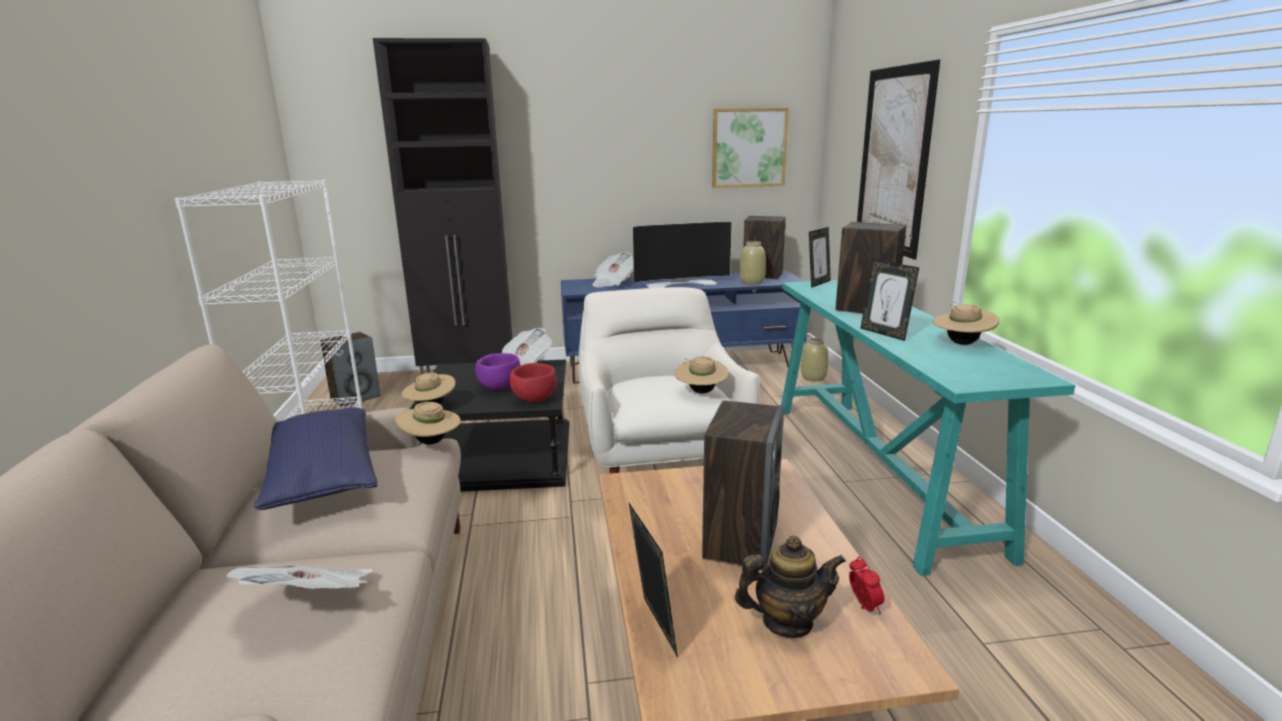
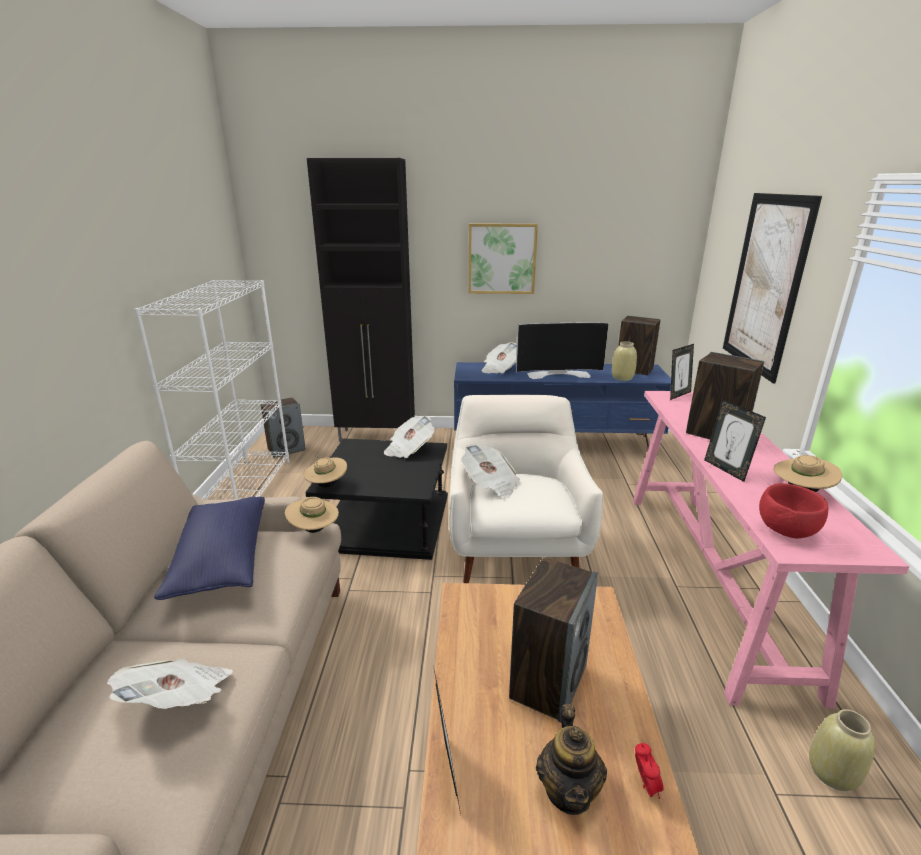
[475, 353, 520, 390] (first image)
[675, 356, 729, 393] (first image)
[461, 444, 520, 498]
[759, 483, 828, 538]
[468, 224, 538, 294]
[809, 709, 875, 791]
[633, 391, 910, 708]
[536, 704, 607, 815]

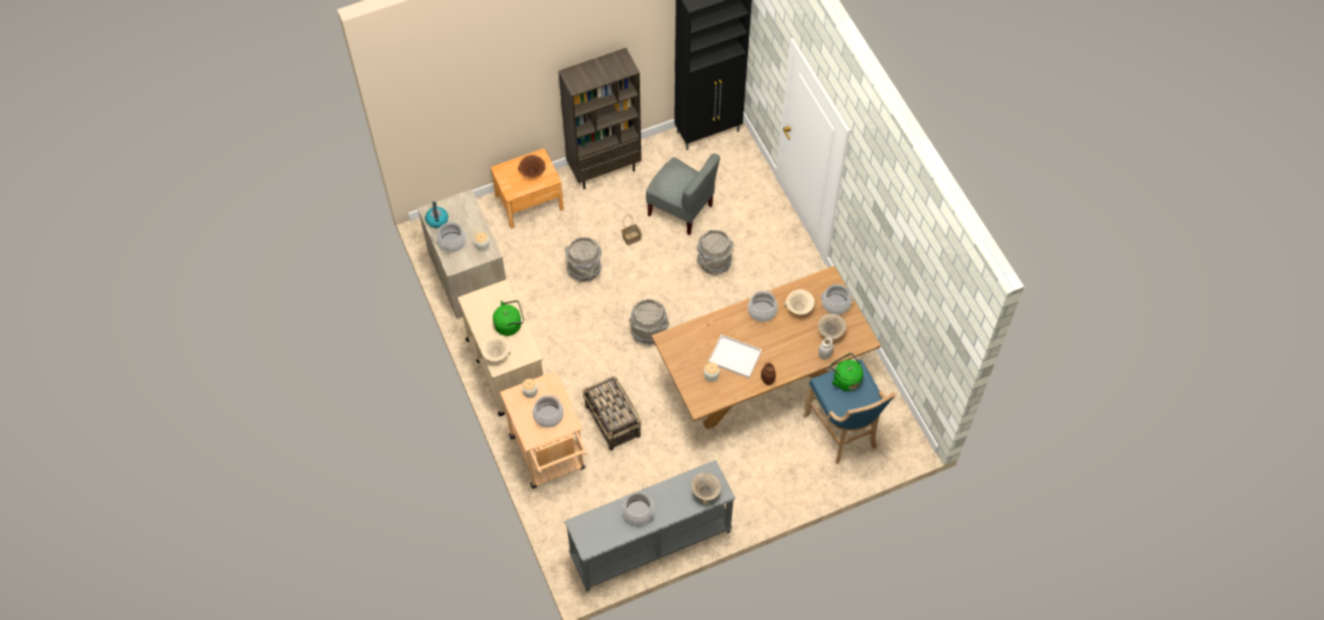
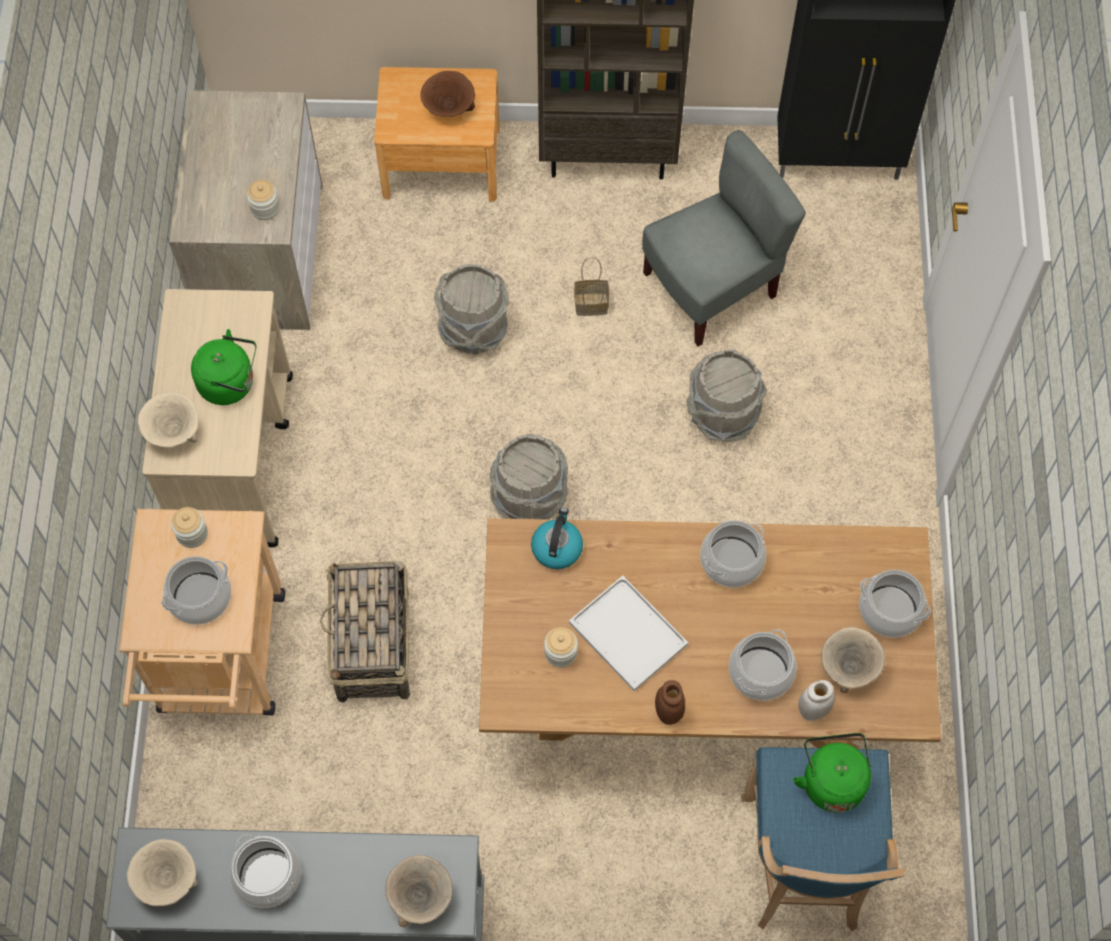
[531, 507, 583, 569]
[729, 629, 797, 701]
[127, 839, 198, 906]
[642, 130, 806, 346]

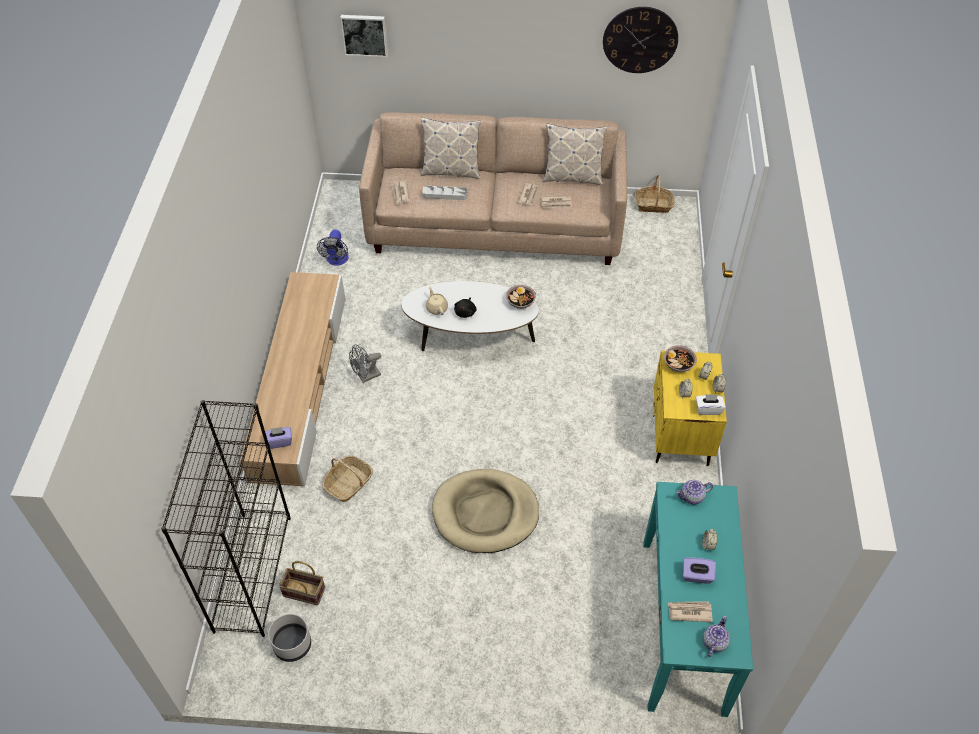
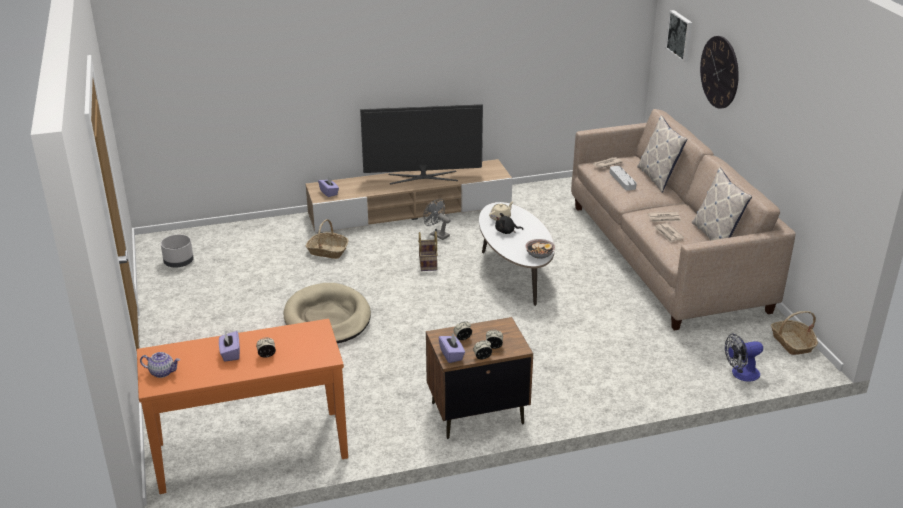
[161, 400, 291, 637] (first image)
[664, 345, 697, 372] (first image)
[668, 601, 713, 622] (first image)
[676, 480, 713, 505] (first image)
[360, 104, 483, 184]
[418, 231, 438, 271]
[725, 334, 763, 382]
[700, 36, 739, 109]
[137, 319, 348, 494]
[426, 317, 533, 439]
[439, 334, 465, 363]

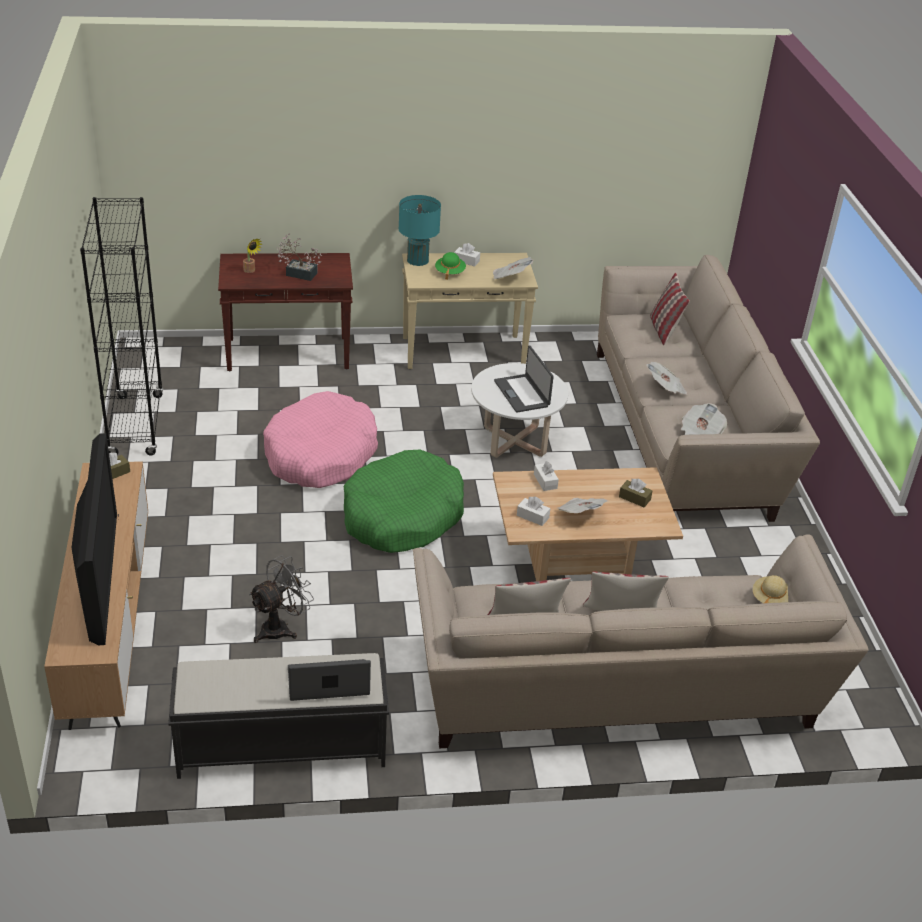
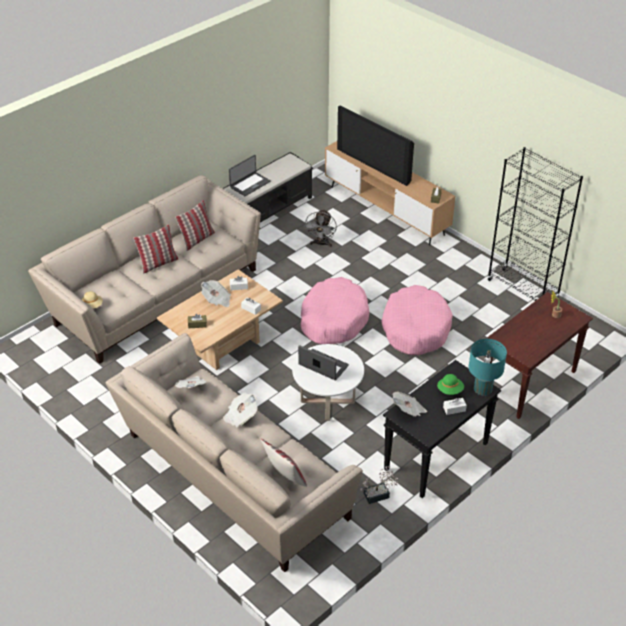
[360, 466, 398, 504]
[301, 277, 370, 344]
[383, 360, 501, 498]

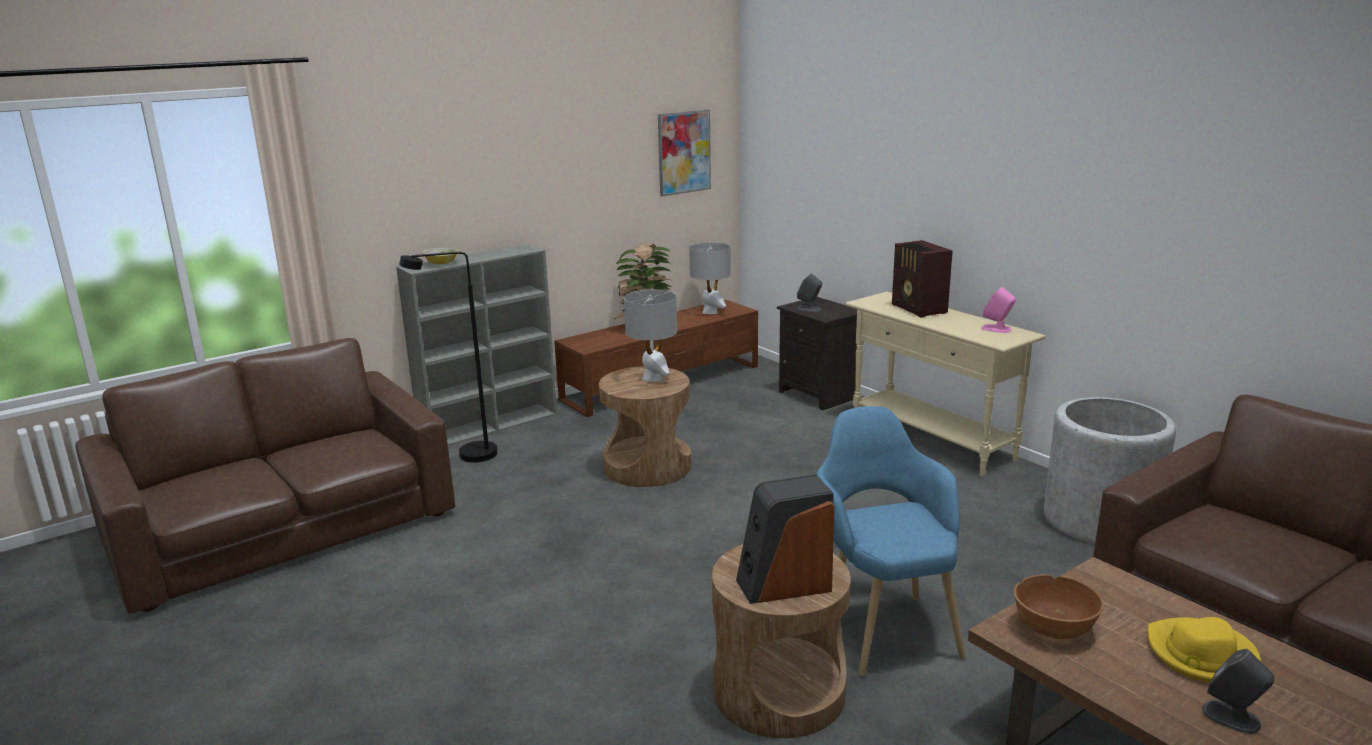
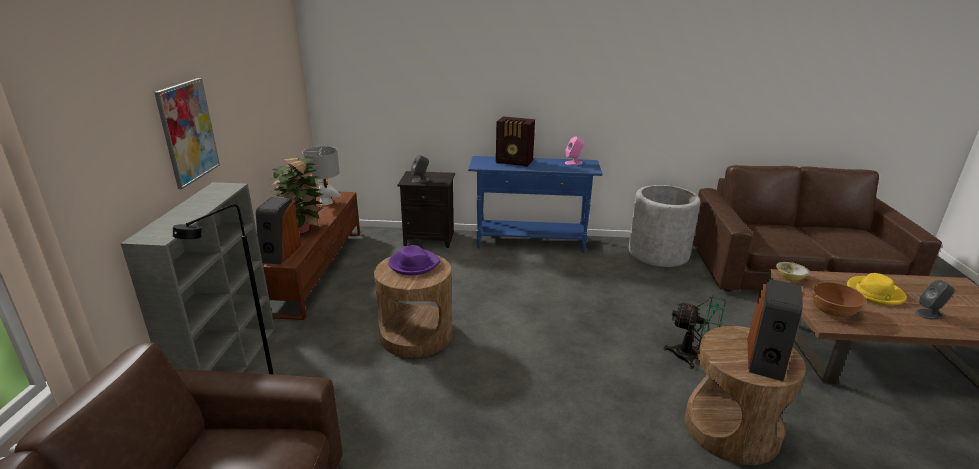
[256, 197, 301, 264]
[776, 262, 810, 280]
[154, 78, 220, 189]
[388, 245, 440, 275]
[664, 295, 726, 369]
[468, 156, 603, 253]

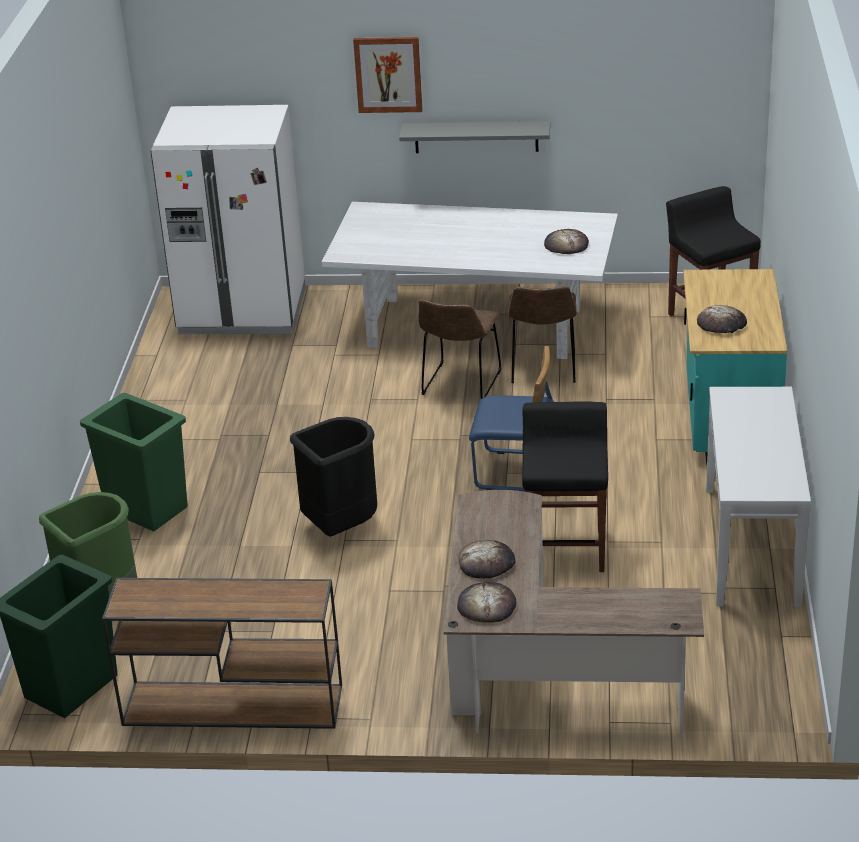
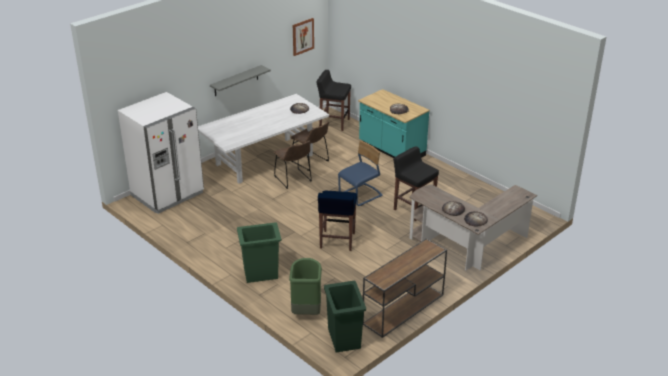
[706, 387, 811, 607] (first image)
[293, 18, 314, 56]
[318, 191, 357, 251]

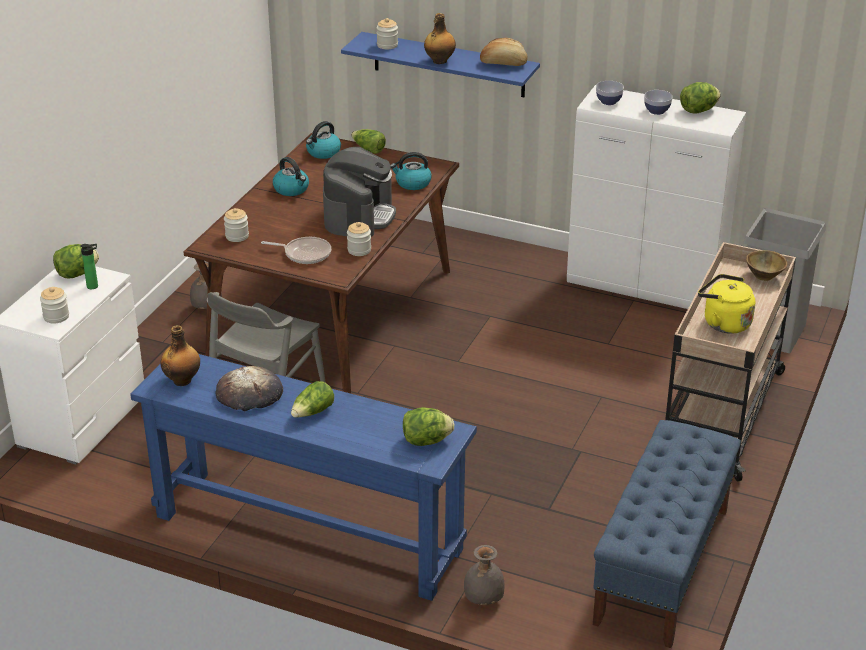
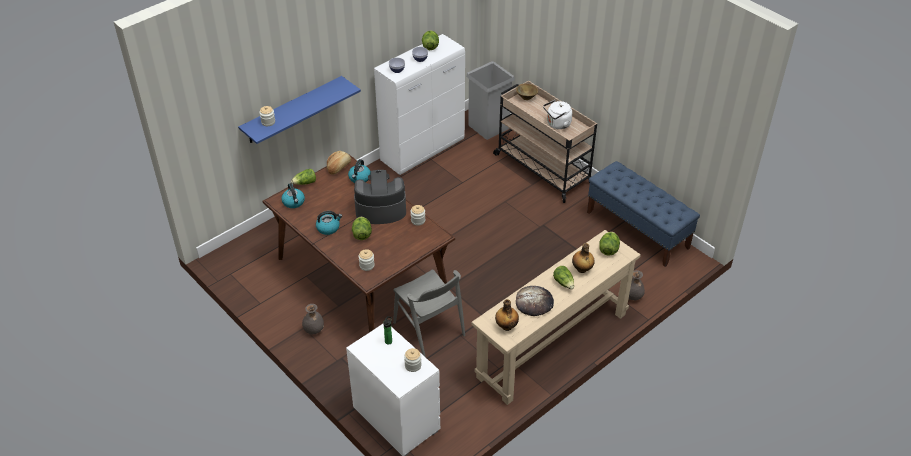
[261, 237, 331, 264] (first image)
[352, 217, 372, 240]
[572, 243, 595, 273]
[327, 151, 351, 175]
[472, 230, 641, 405]
[543, 100, 572, 129]
[354, 170, 406, 224]

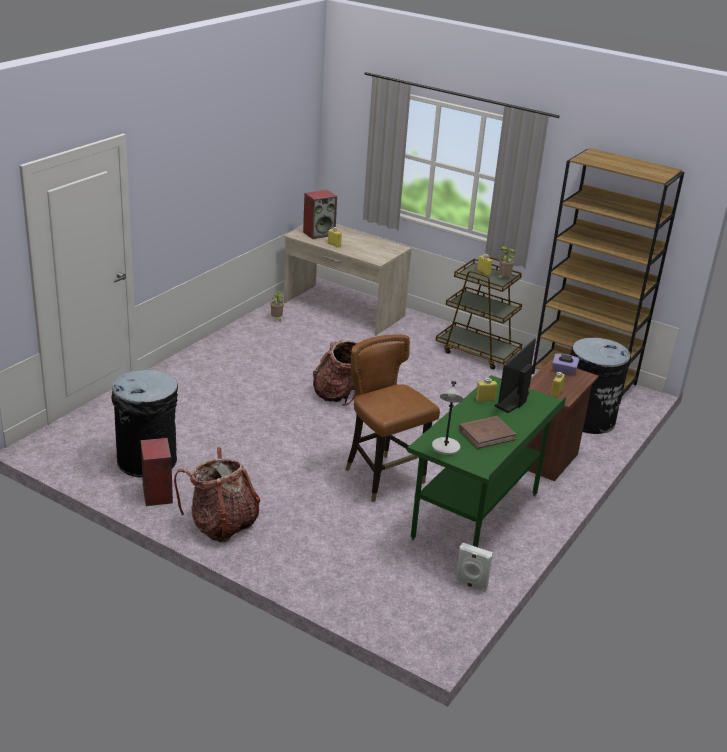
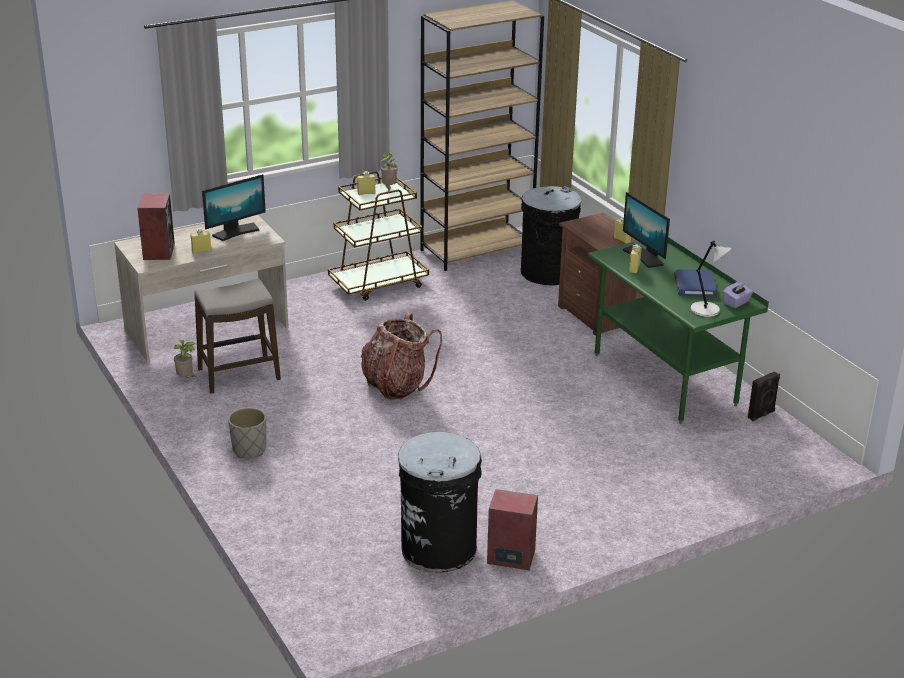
[174, 447, 260, 542] (first image)
[345, 335, 440, 502] (first image)
[194, 279, 281, 394]
[202, 174, 266, 241]
[228, 408, 266, 458]
[723, 282, 753, 308]
[748, 372, 780, 421]
[674, 269, 717, 297]

